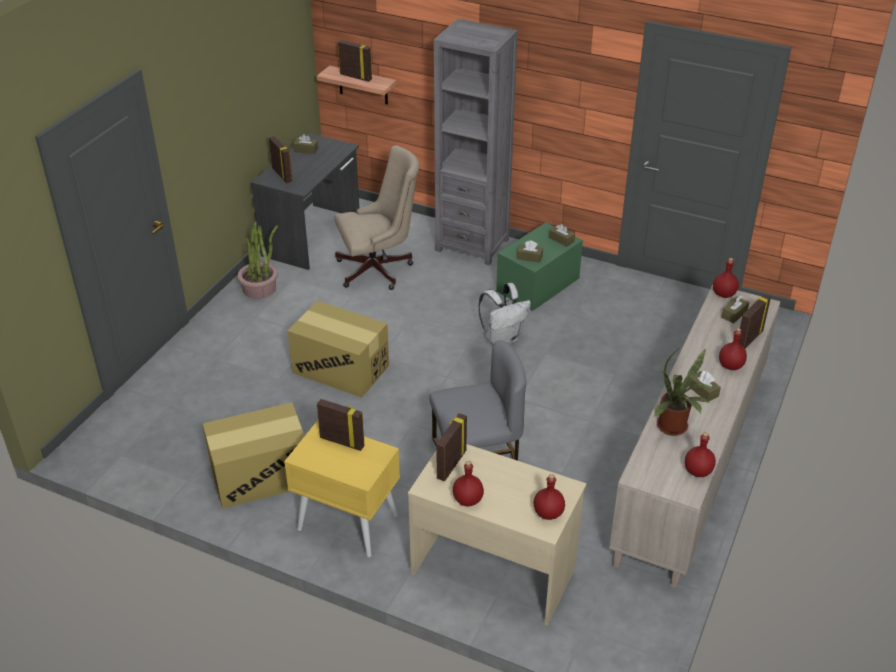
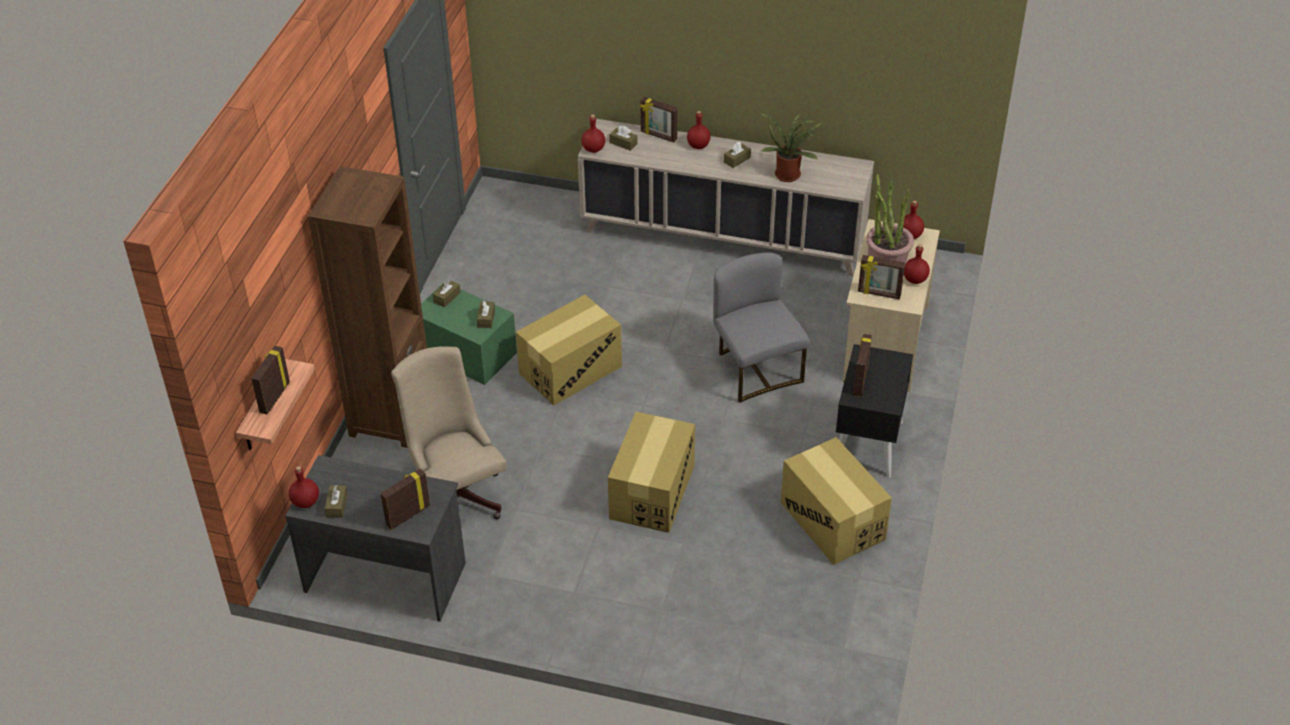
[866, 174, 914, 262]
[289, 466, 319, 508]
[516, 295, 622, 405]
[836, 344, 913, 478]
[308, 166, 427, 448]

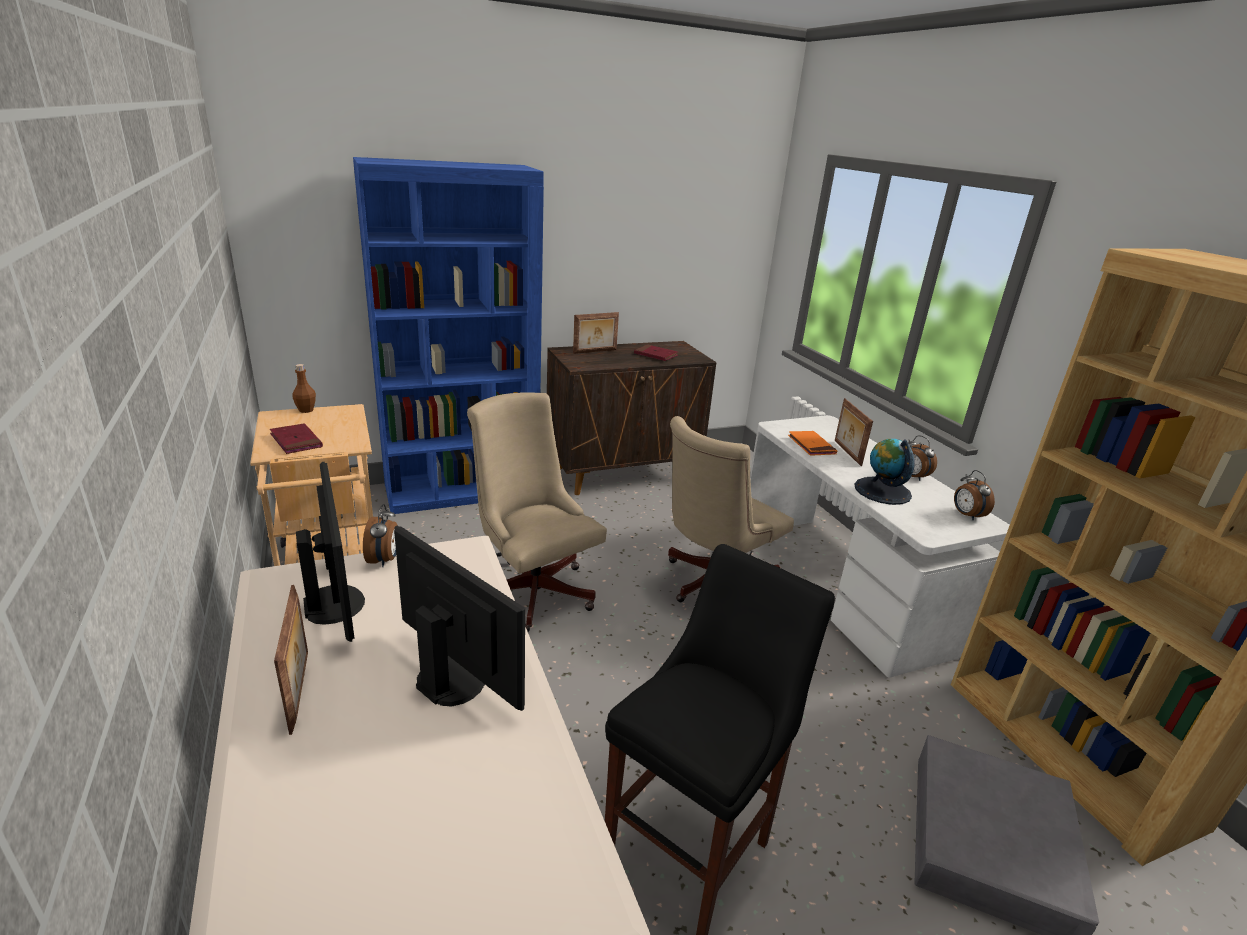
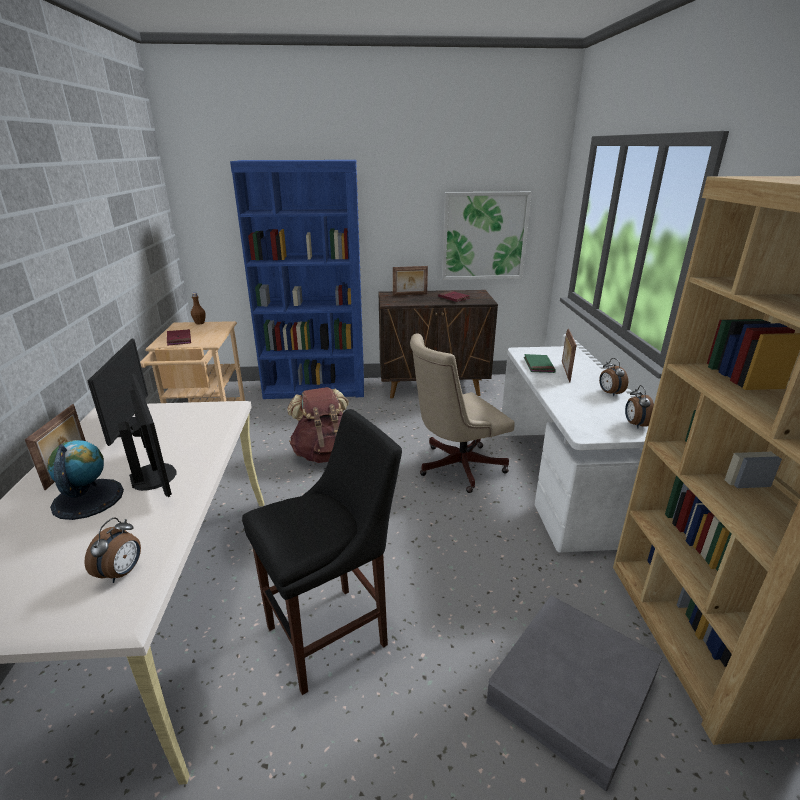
[442, 192, 532, 280]
[84, 517, 141, 583]
[47, 440, 124, 520]
[287, 387, 349, 463]
[524, 354, 556, 373]

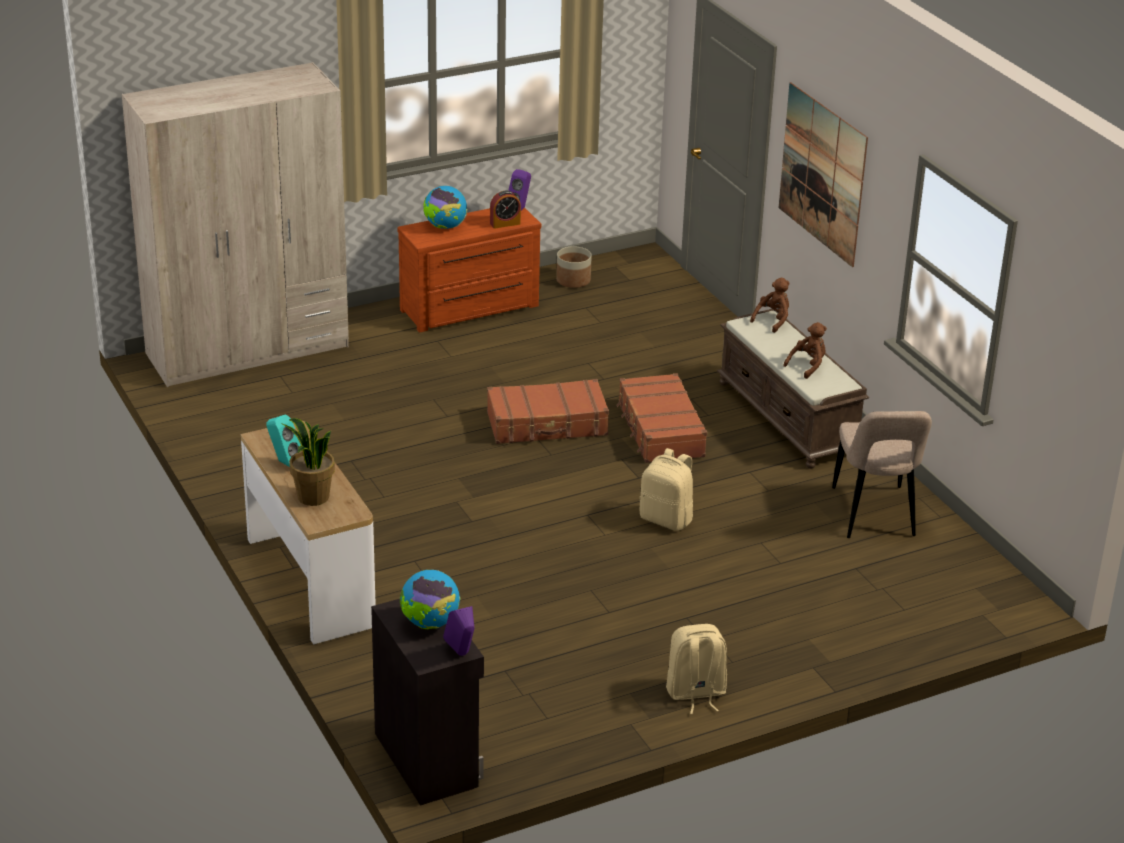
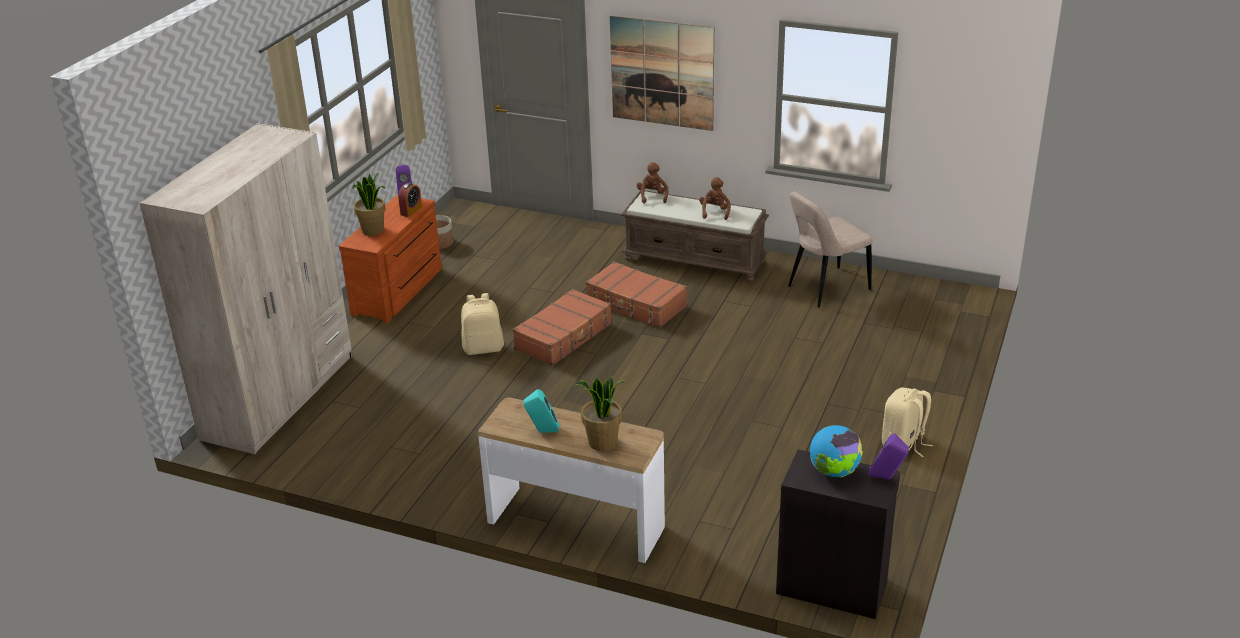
[461, 293, 504, 355]
[352, 173, 386, 236]
[788, 191, 873, 308]

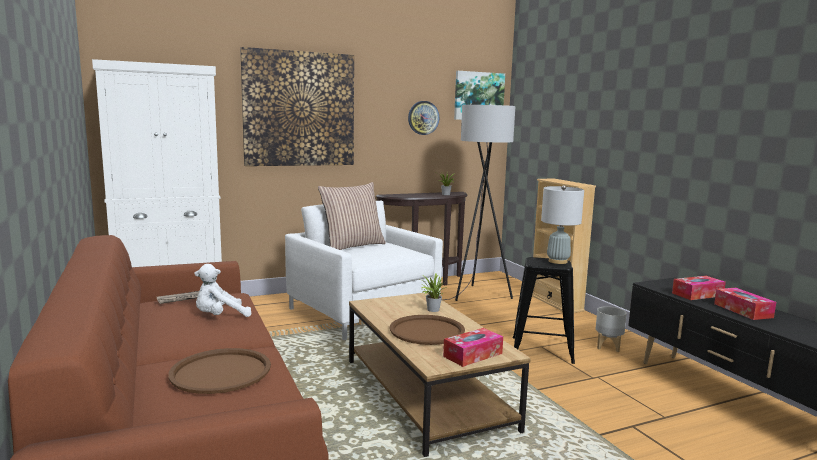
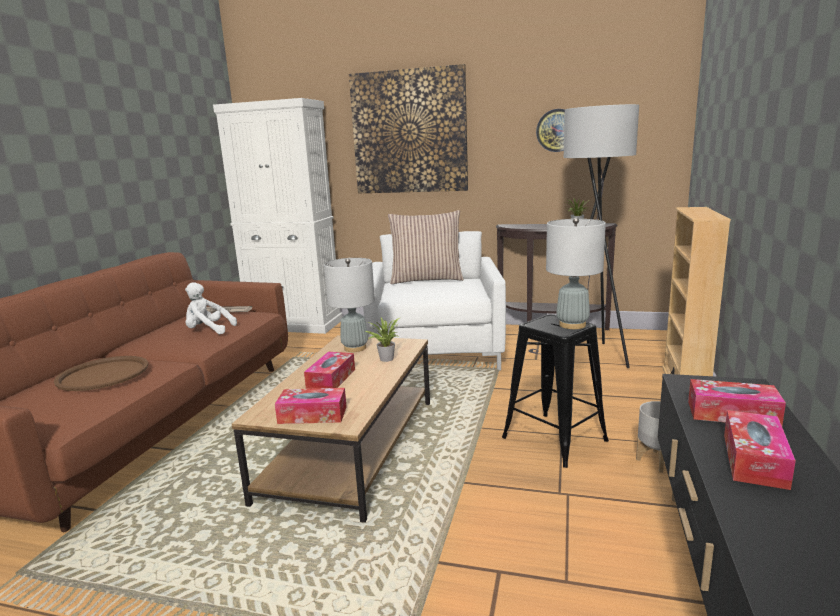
[454, 71, 505, 120] (first image)
[324, 258, 375, 352]
[304, 352, 355, 389]

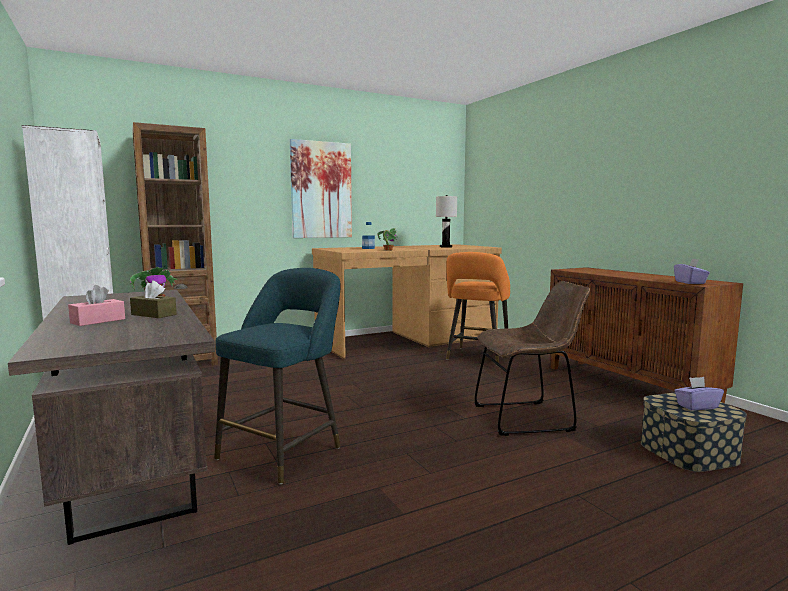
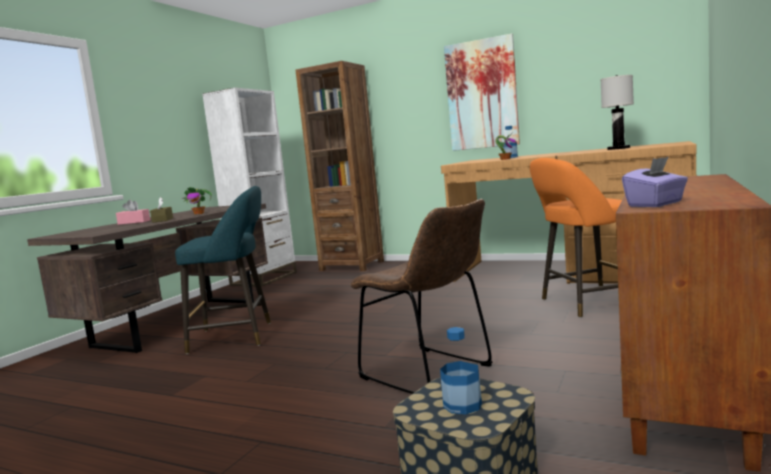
[440, 327, 482, 414]

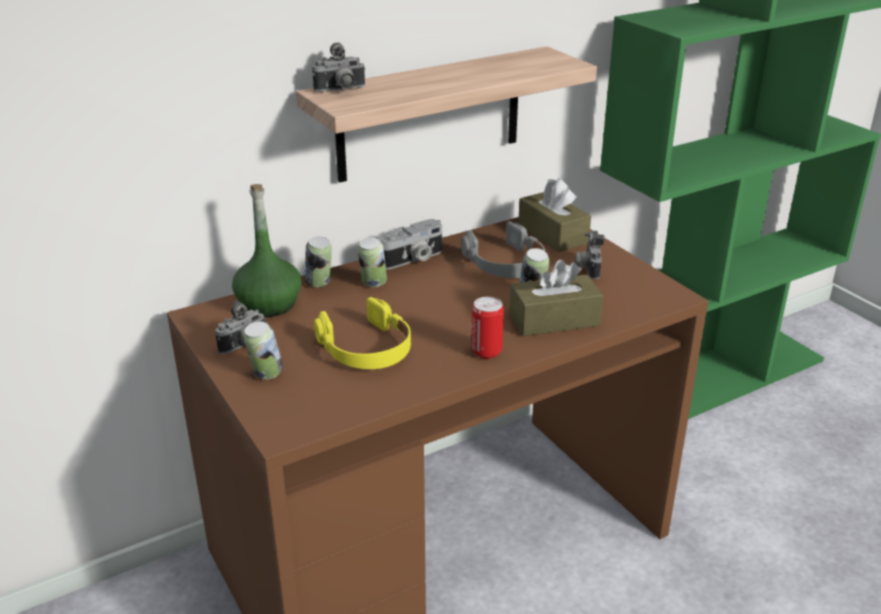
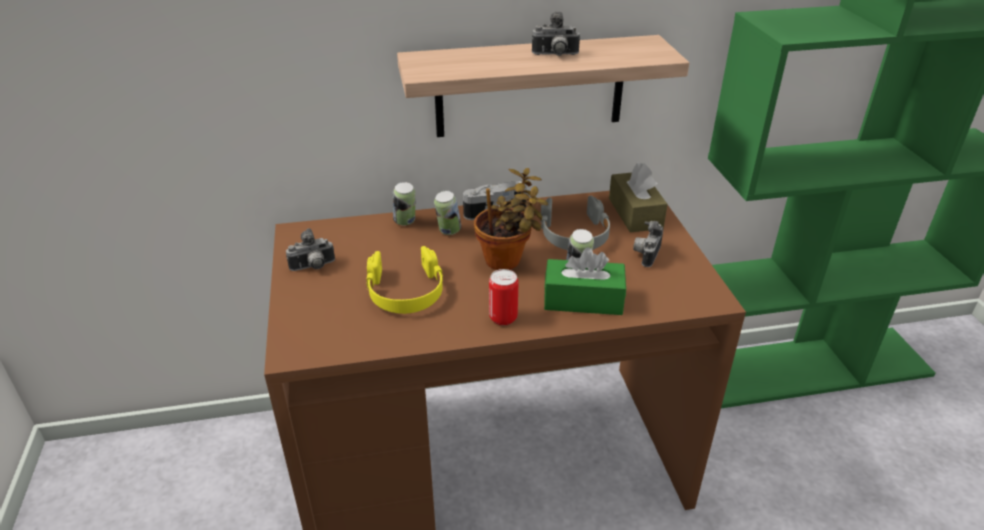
[232, 184, 302, 317] (first image)
[243, 321, 283, 379] (first image)
[474, 168, 548, 270]
[532, 12, 580, 56]
[544, 247, 626, 315]

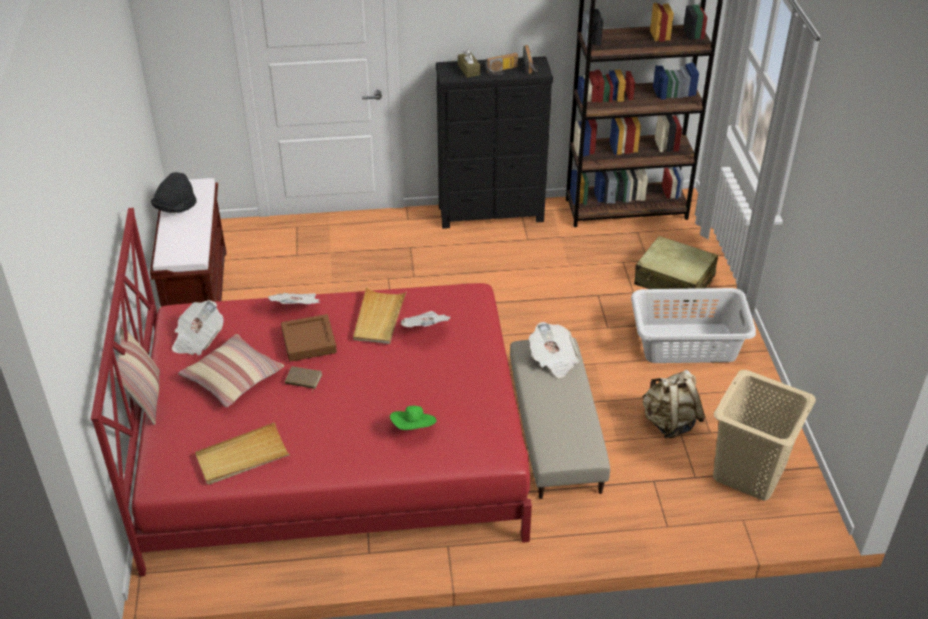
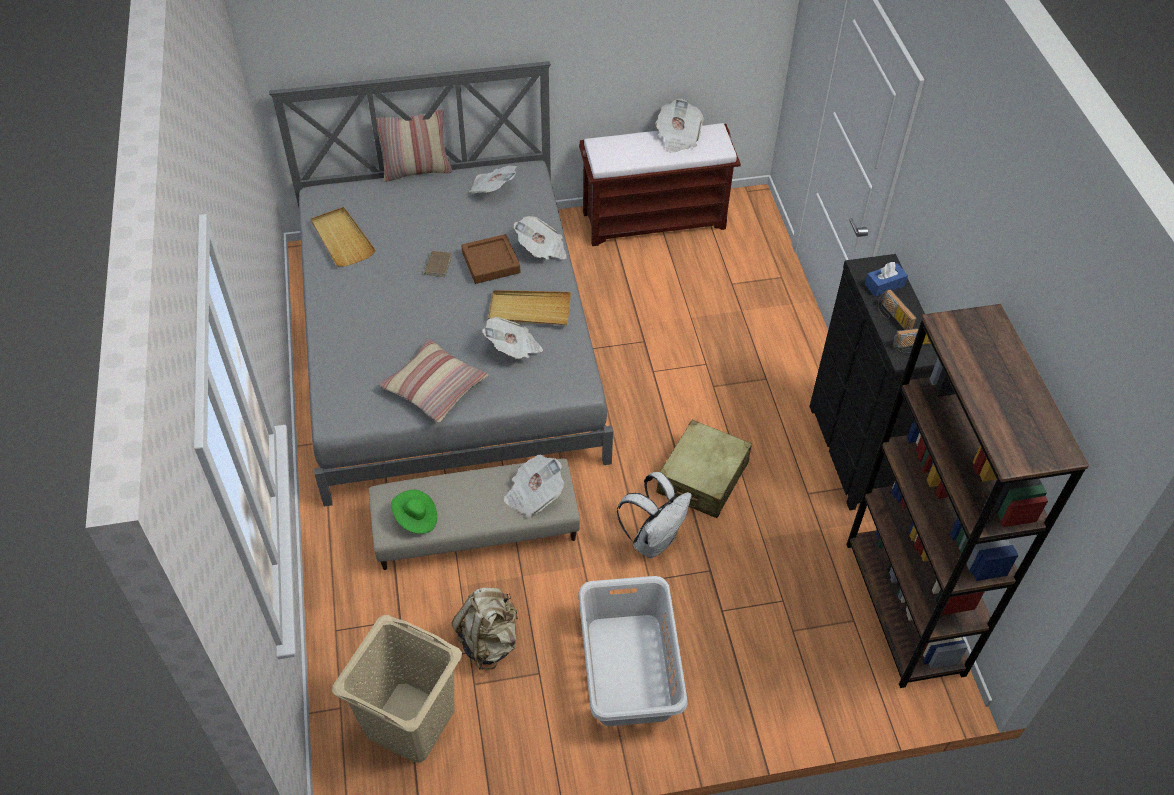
[617, 472, 692, 558]
[379, 339, 489, 423]
[391, 490, 437, 534]
[657, 420, 752, 518]
[656, 99, 704, 153]
[269, 61, 613, 507]
[865, 262, 908, 297]

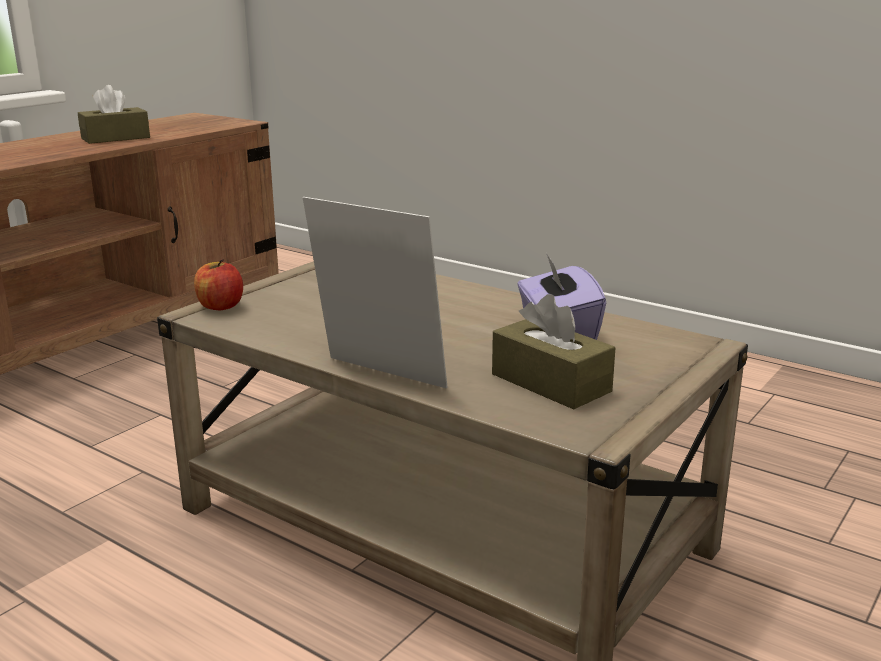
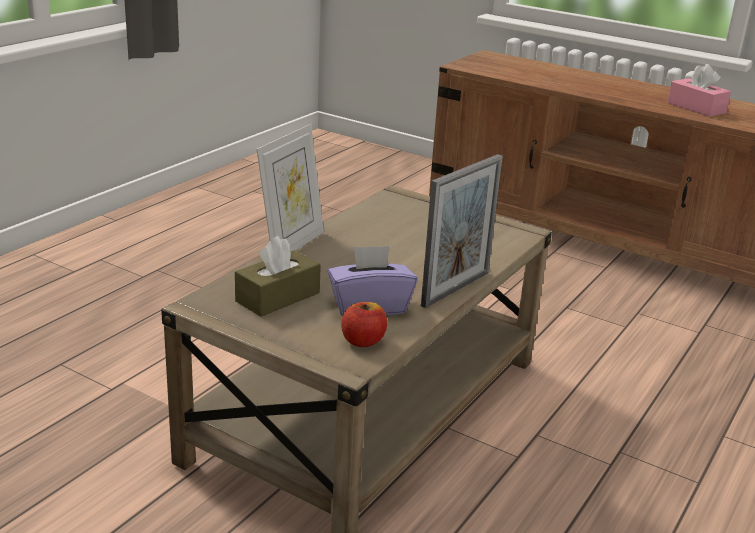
[421, 154, 503, 308]
[341, 302, 387, 347]
[667, 64, 731, 117]

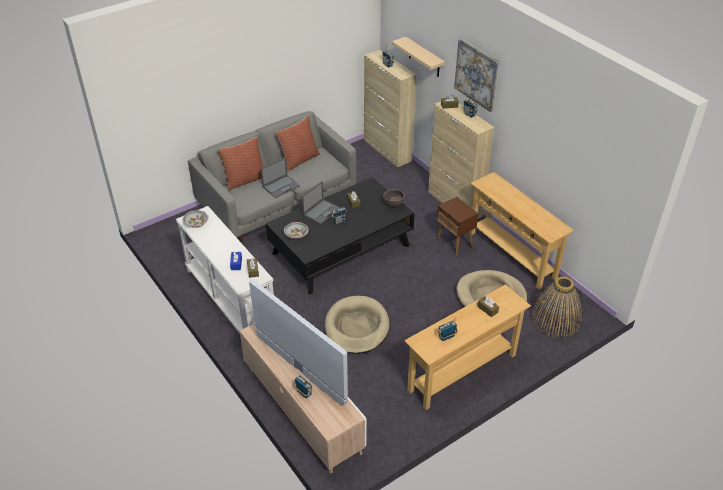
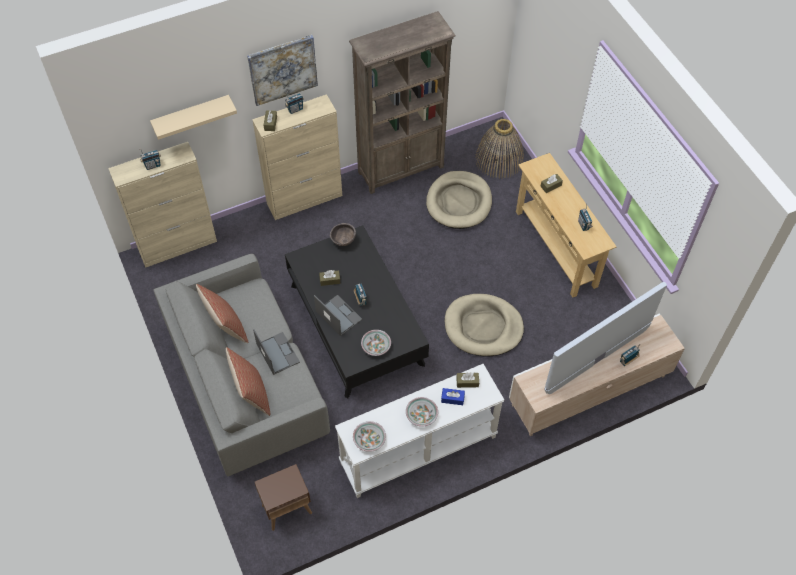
[406, 397, 438, 427]
[255, 464, 312, 531]
[349, 11, 456, 194]

